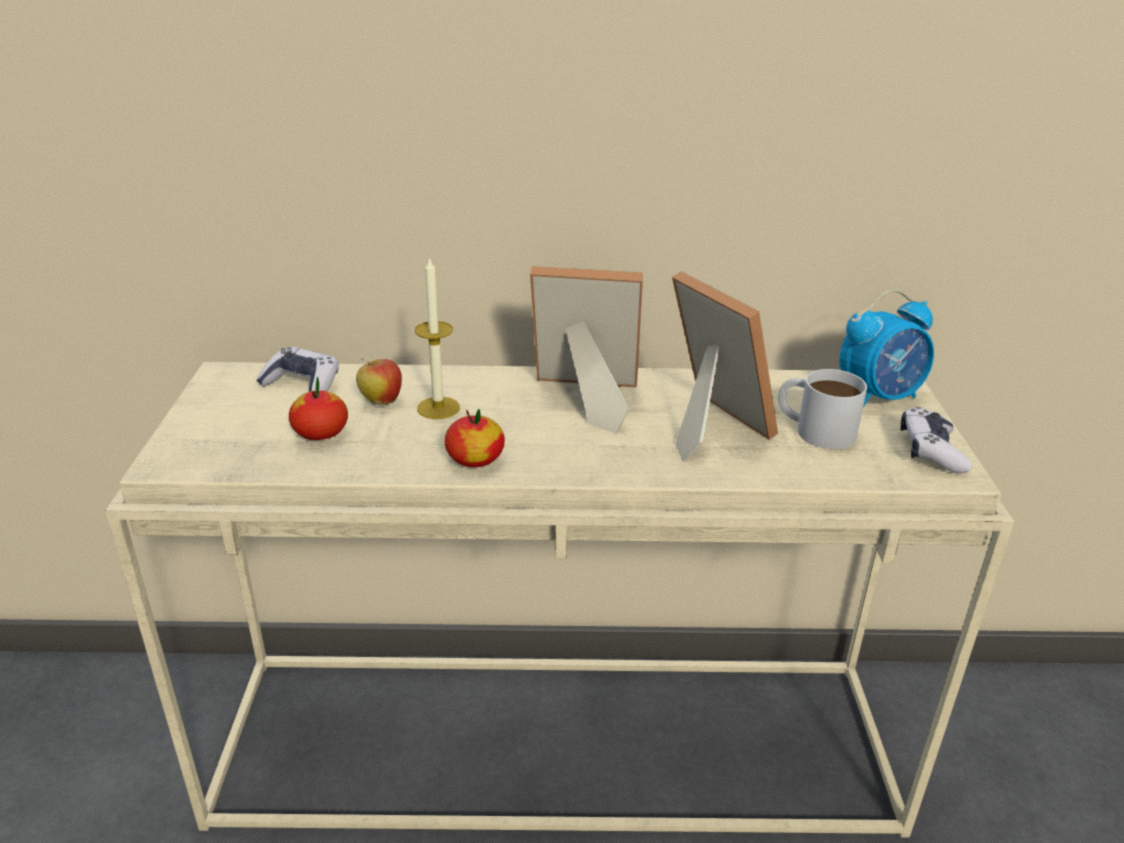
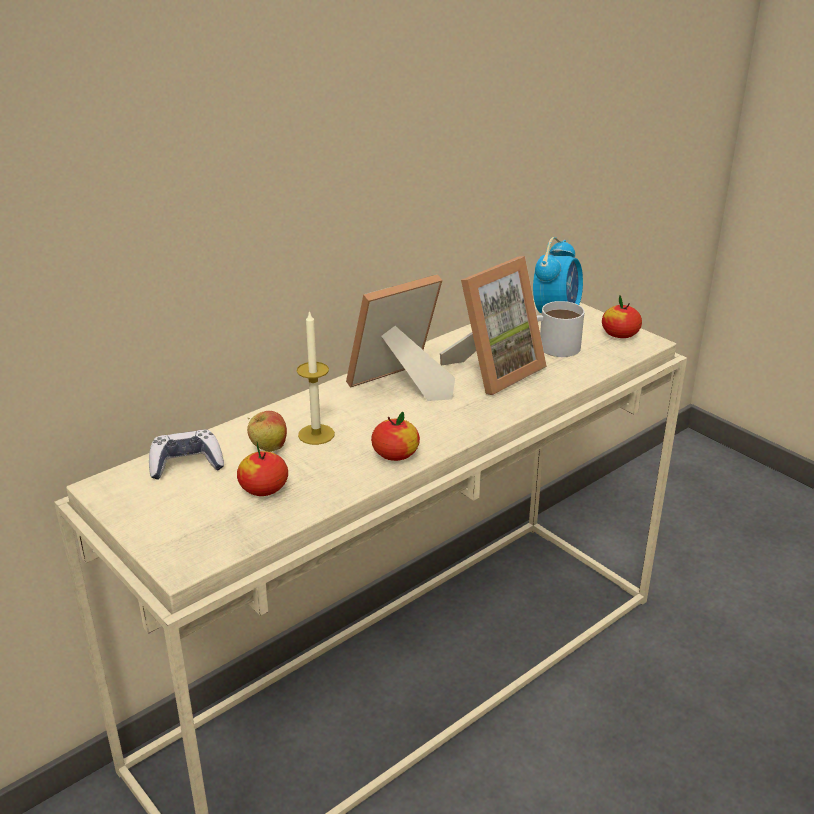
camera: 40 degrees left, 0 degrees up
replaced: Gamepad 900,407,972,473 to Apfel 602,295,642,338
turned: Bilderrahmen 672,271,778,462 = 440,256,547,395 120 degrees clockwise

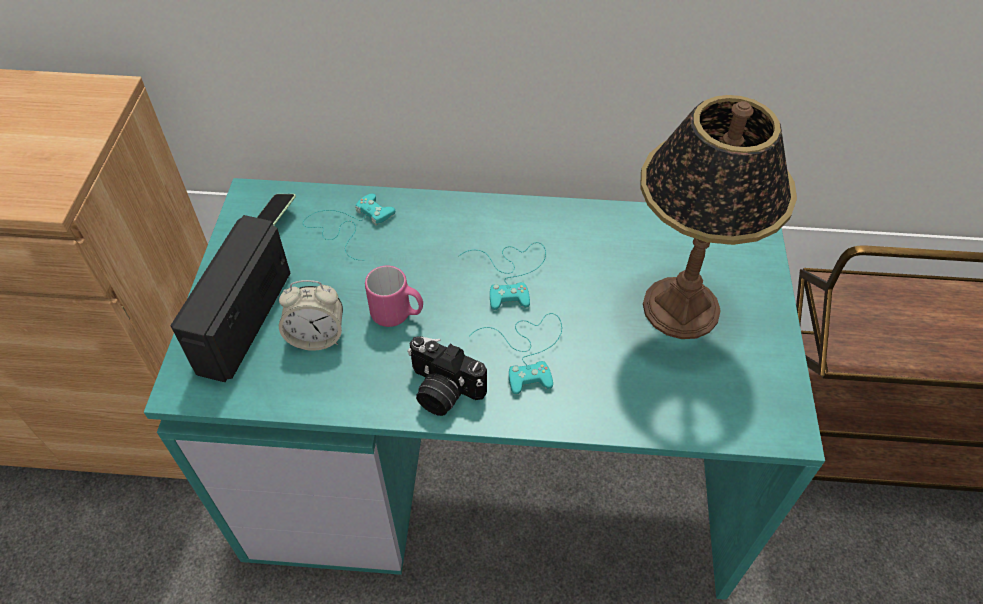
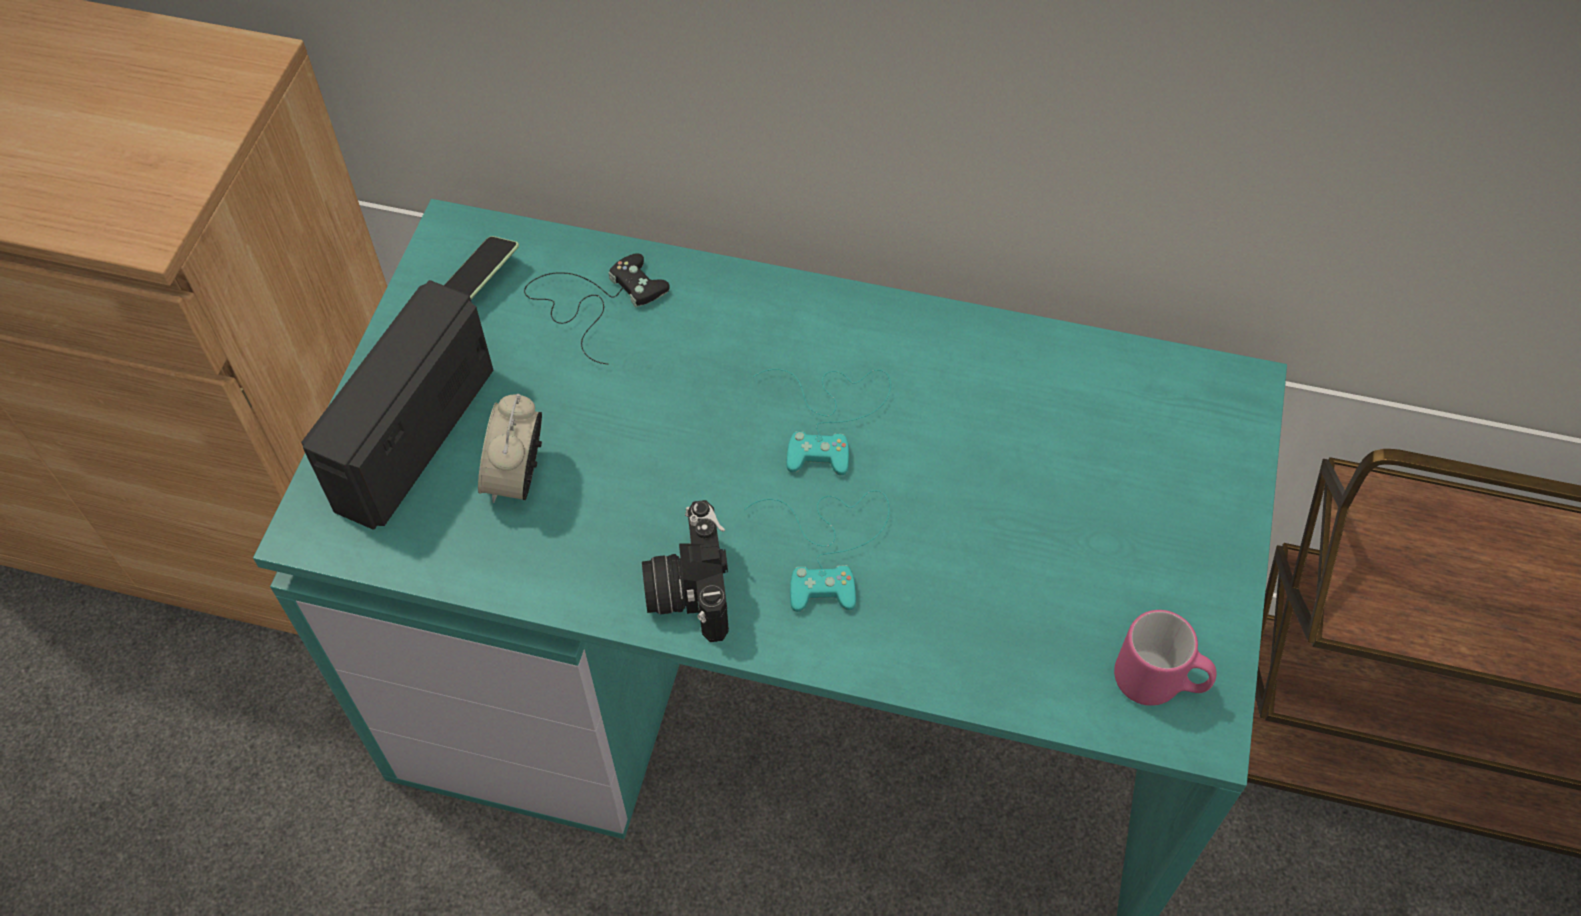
camera: 10 degrees right, 5 degrees up
removed: Tischlampe 640,95,797,339
moved: Henkelbecher [rosa] 365,266,423,327 to 1114,610,1217,706
recoloured: Gamepad [türkis] 303,194,395,261 to Gamepad [schwarz] 524,253,670,365
turned: Wecker 279,280,343,351 = 478,394,542,503 90 degrees clockwise; Kamera 407,336,487,416 = 642,500,729,642 45 degrees clockwise

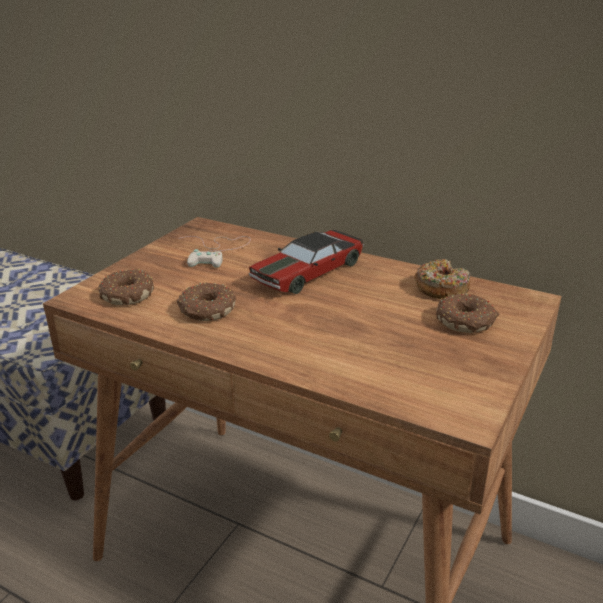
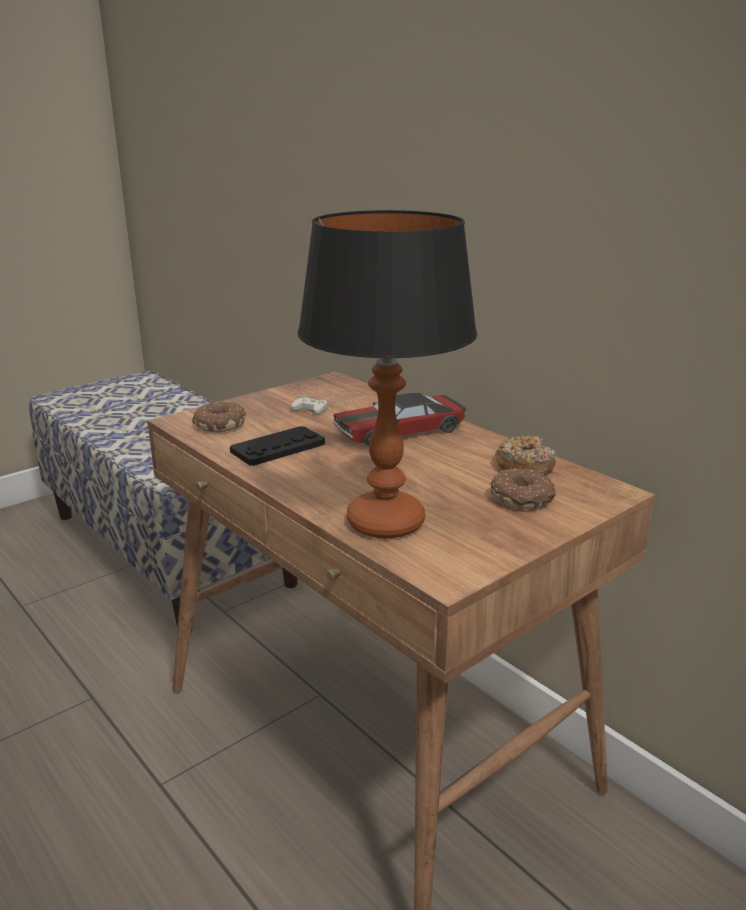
camera: 20 degrees right, 5 degrees down
added: Tischlampe 298,210,477,538
replaced: Donut 177,283,236,321 to Gamepad [schwarz] 230,426,325,466

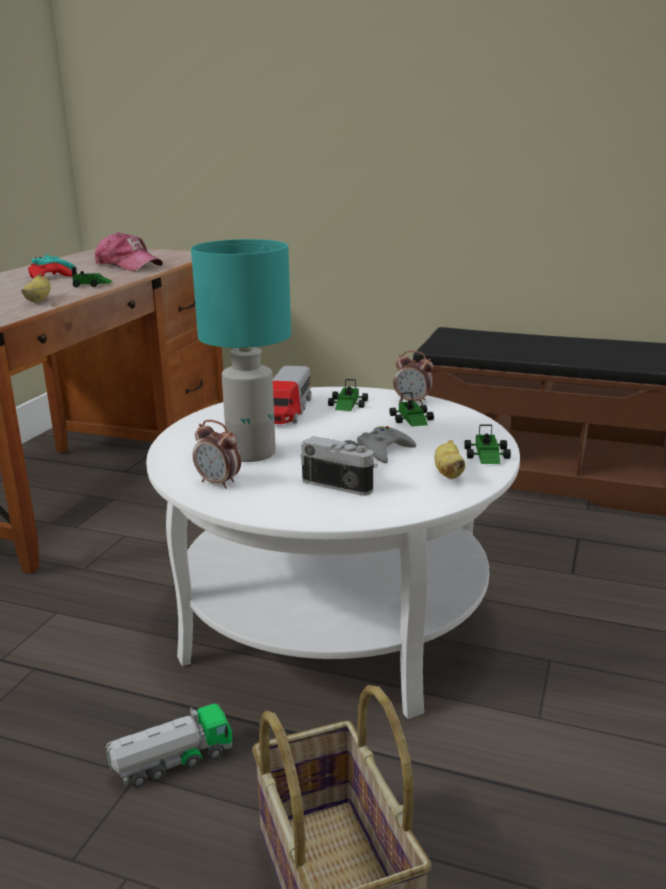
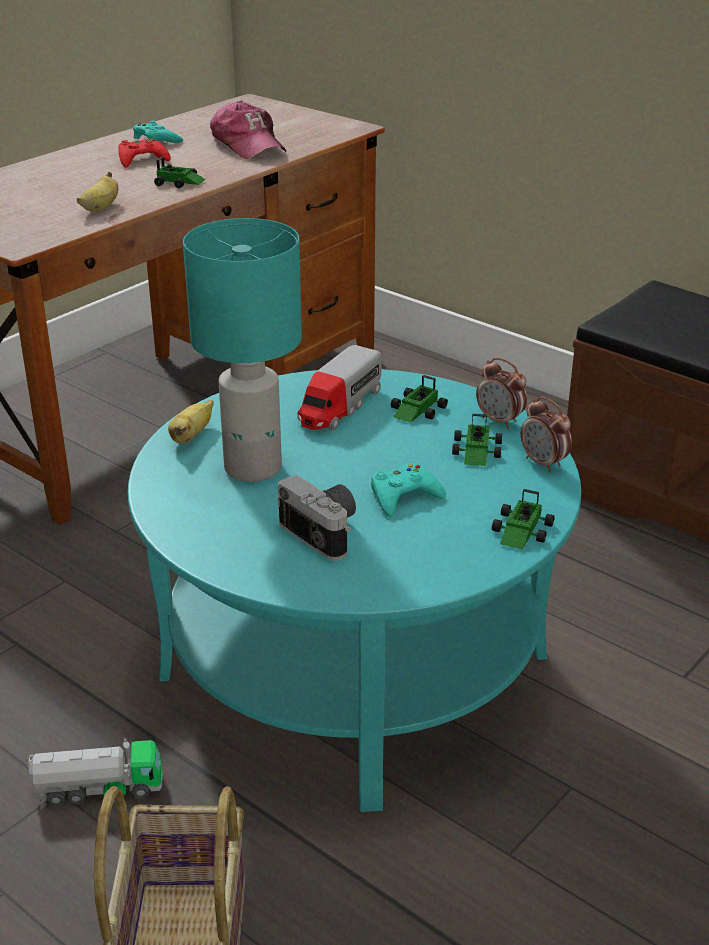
camera: 20 degrees right, 10 degrees up
moved: Banane 434,440,465,479 to 168,400,214,444; Wecker 193,420,241,489 to 521,396,572,472
recoloured: Couchtisch [weiß] 146,387,520,719 to Couchtisch [türkis] 128,369,581,812; Gamepad [grau] 357,426,416,463 to Gamepad [türkis] 371,463,446,517

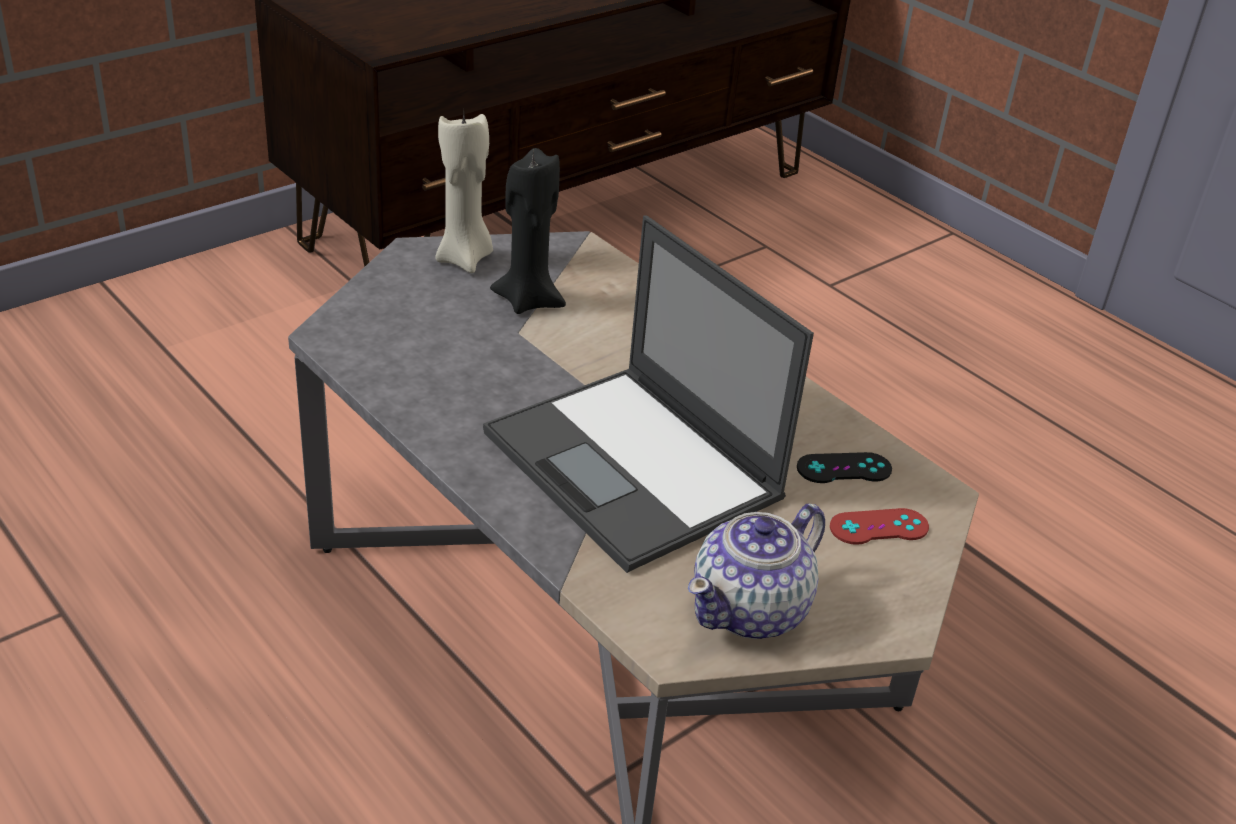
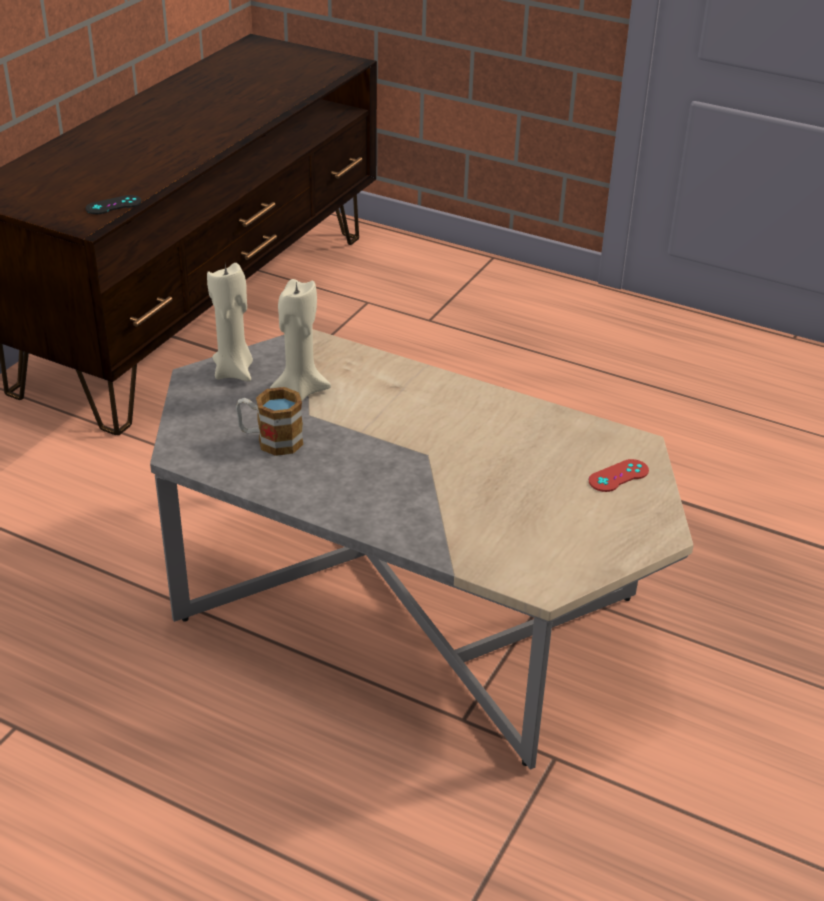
camera: 20 degrees left, 0 degrees up
removed: Laptop 483,215,814,573; Teekanne 688,503,825,639
added: Henkelbecher 236,387,304,456
moved: Gamepad [schwarz] 797,452,892,483 to 86,195,141,214
recoloured: Kerze [schwarz] 490,148,566,314 to Kerze [beige] 270,279,331,401

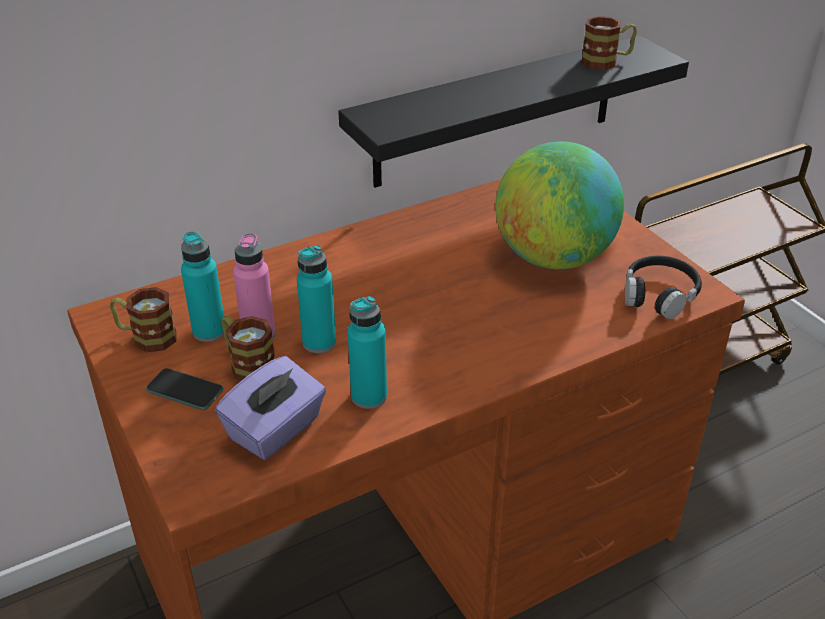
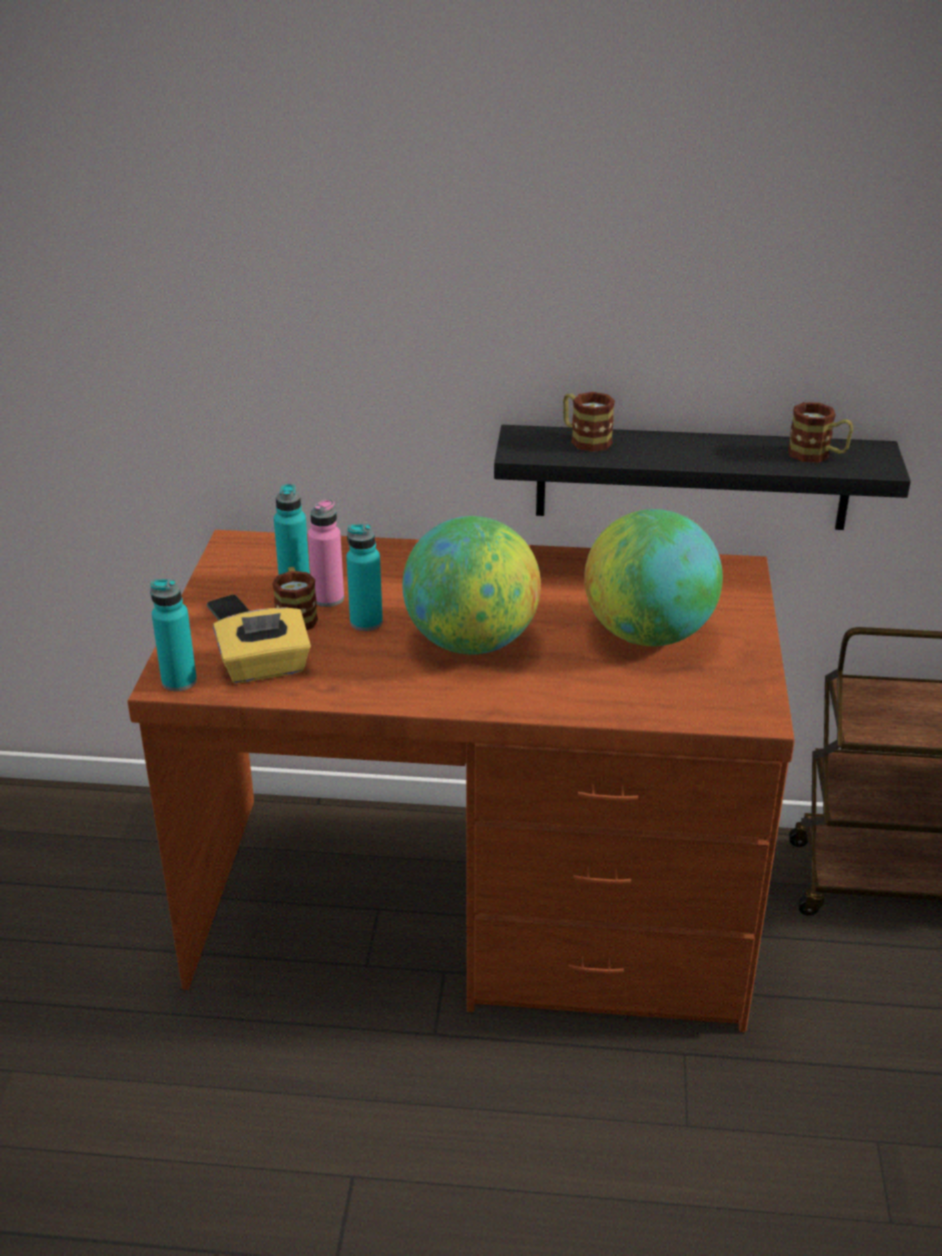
camera: 35 degrees right, 5 degrees down
removed: Kopfhörer [schwarz] 625,256,702,319
added: Globus 403,516,541,655
moved: Flasche [türkis] 348,296,387,409 to 150,579,197,691; Henkelbecher 110,287,177,353 to 563,392,615,452
recoloured: Taschentuchbox [lila] 215,356,326,460 to Taschentuchbox [gelb] 213,607,311,683

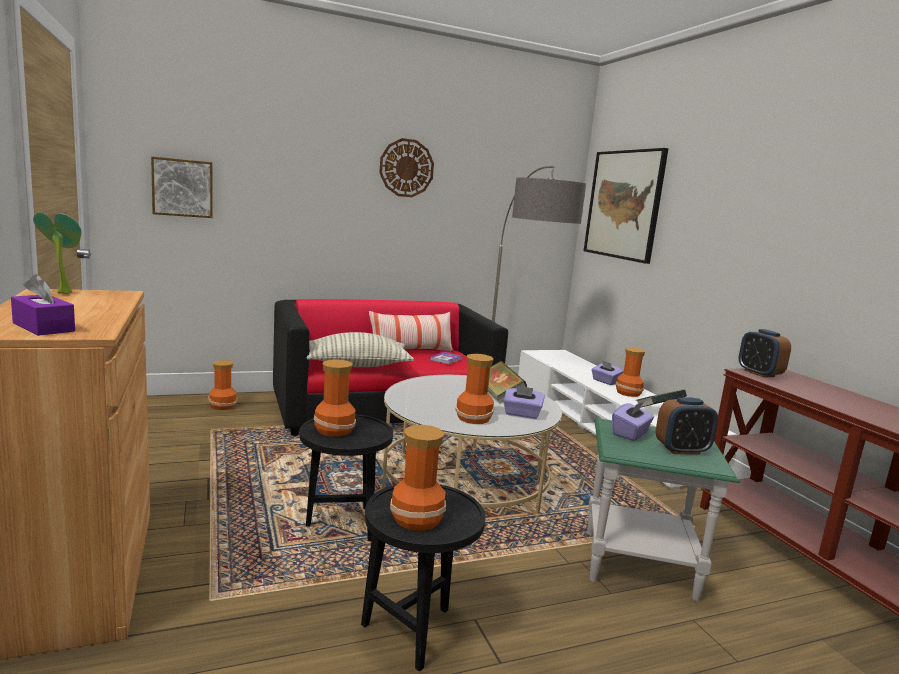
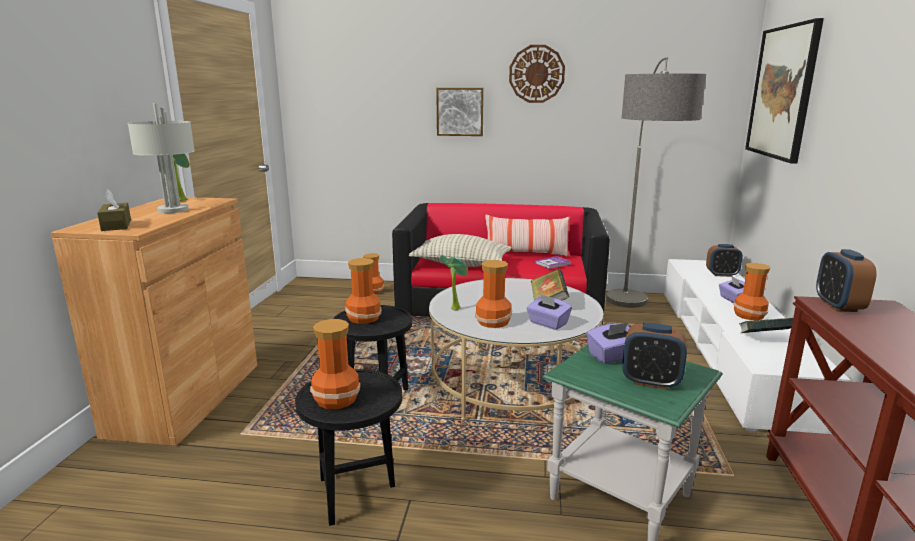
camera: 30 degrees right, 5 degrees up
added: Tischlampe [grau] 127,103,195,213; Topfpflanze 440,255,468,310; Wecker 706,244,743,277
moved: Bild 151,156,212,218 to 436,88,484,136
recoloured: Taschentuchbox [lila] 11,274,75,336 to Taschentuchbox [braun] 97,189,131,231

